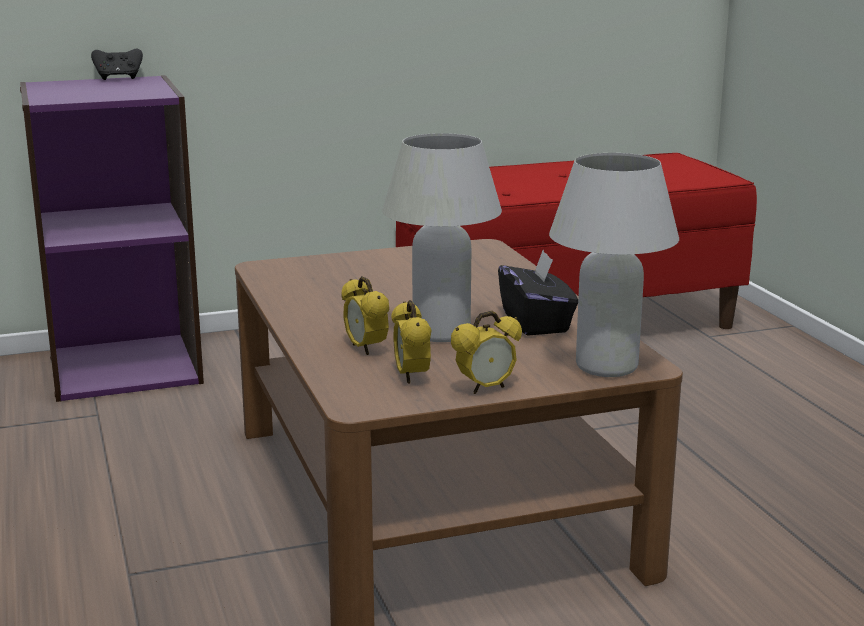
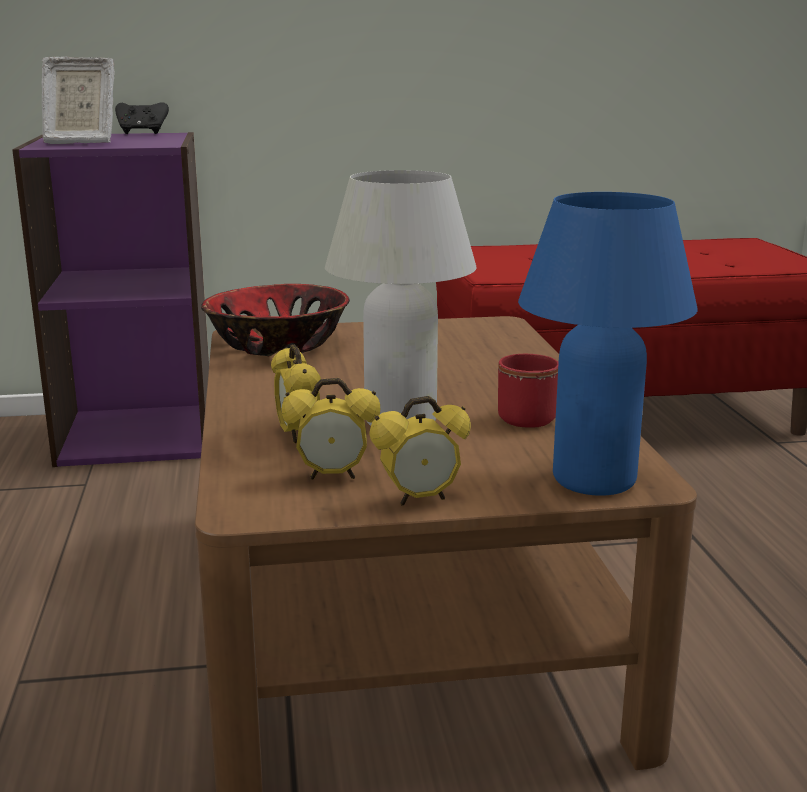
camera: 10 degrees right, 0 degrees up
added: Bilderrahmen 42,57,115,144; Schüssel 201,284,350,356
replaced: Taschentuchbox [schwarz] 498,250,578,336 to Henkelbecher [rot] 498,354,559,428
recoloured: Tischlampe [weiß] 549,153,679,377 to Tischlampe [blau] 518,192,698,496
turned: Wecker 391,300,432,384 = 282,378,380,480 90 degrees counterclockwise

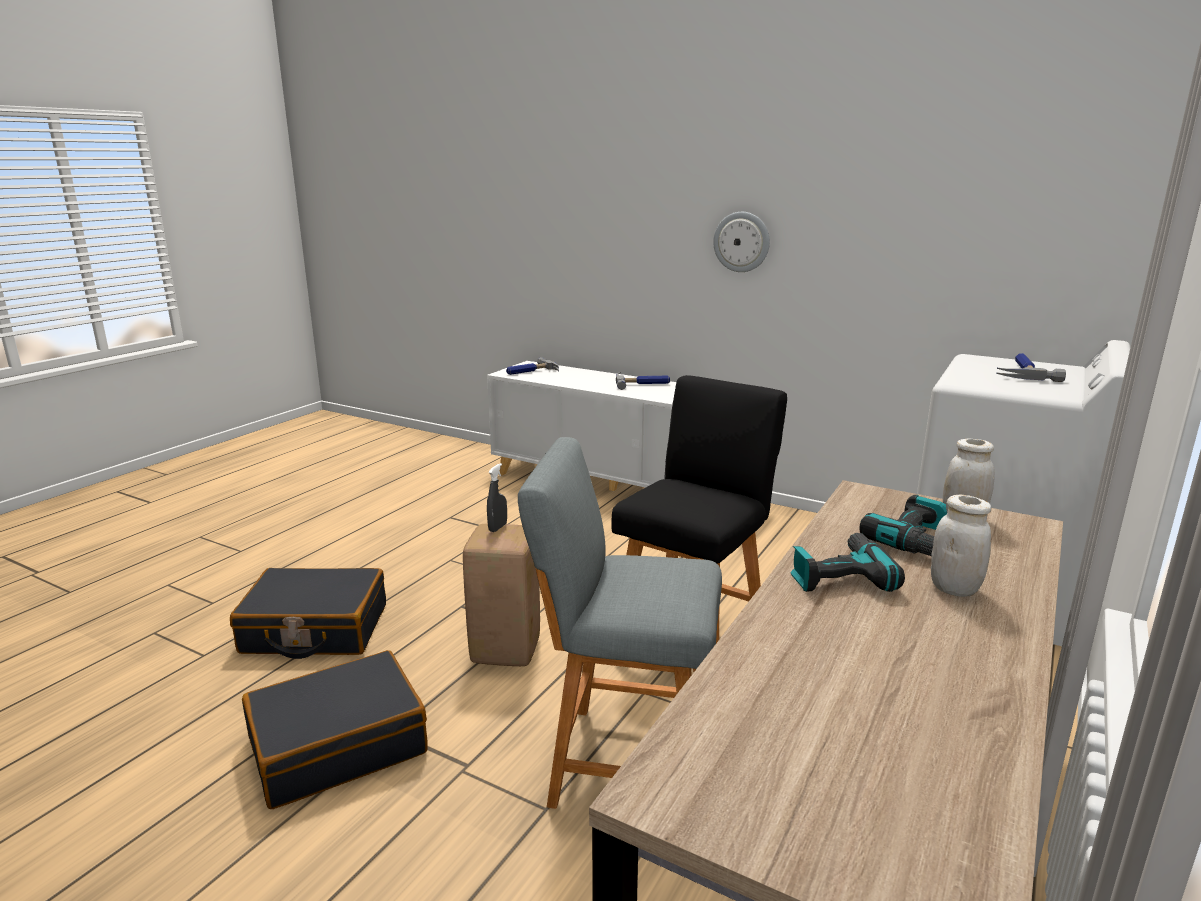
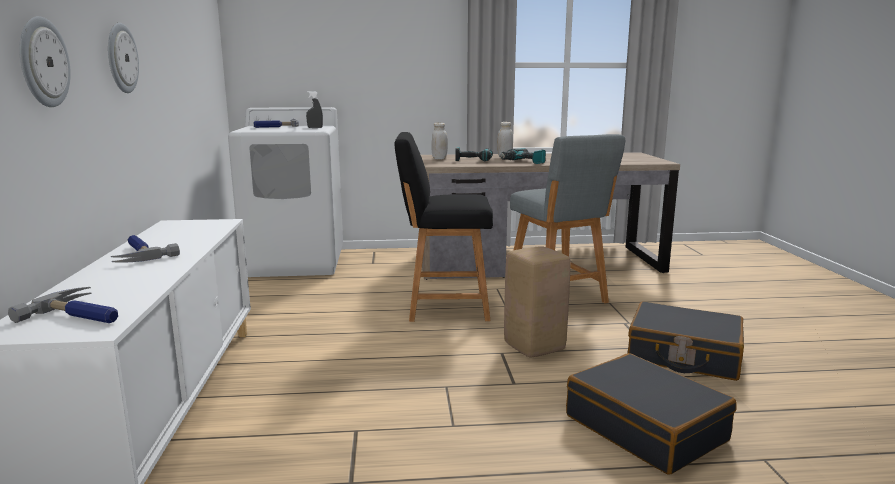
camera: 125 degrees left, 5 degrees down
added: Wanduhr 19,16,71,107
moved: Sprühflasche [grau] 487,463,507,532 to 306,91,323,128

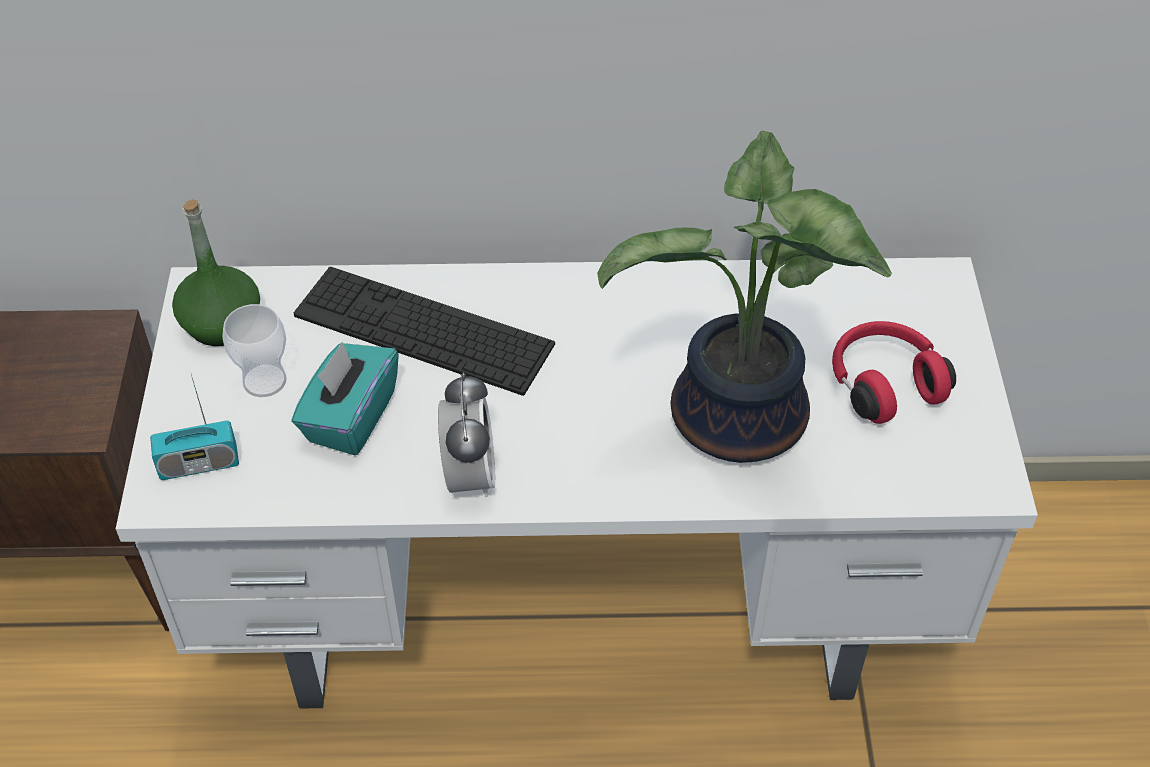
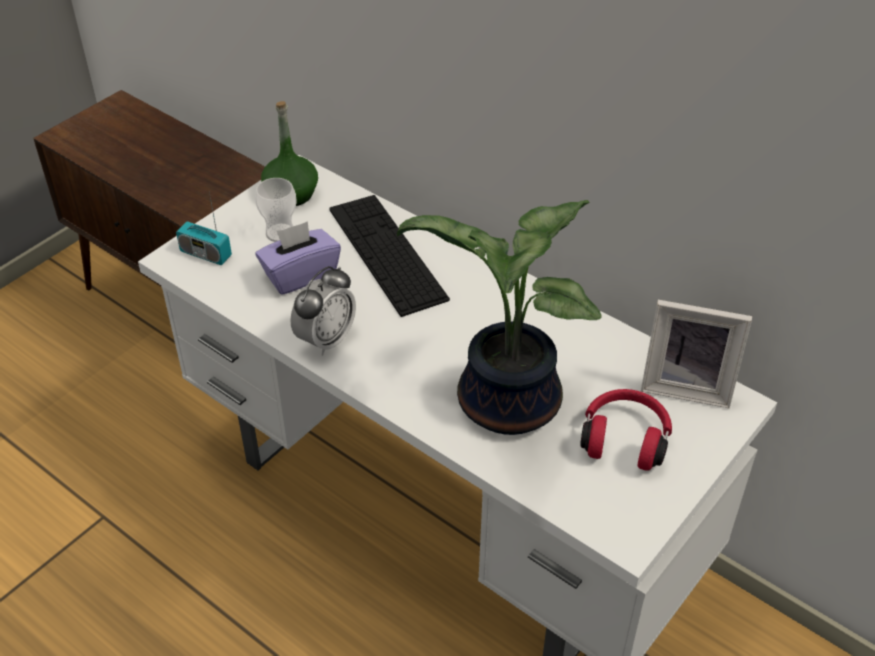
camera: 40 degrees right, 5 degrees down
added: Bilderrahmen 641,300,752,408
recoloured: Taschentuchbox [türkis] 292,342,399,455 to Taschentuchbox [lila] 255,221,341,295

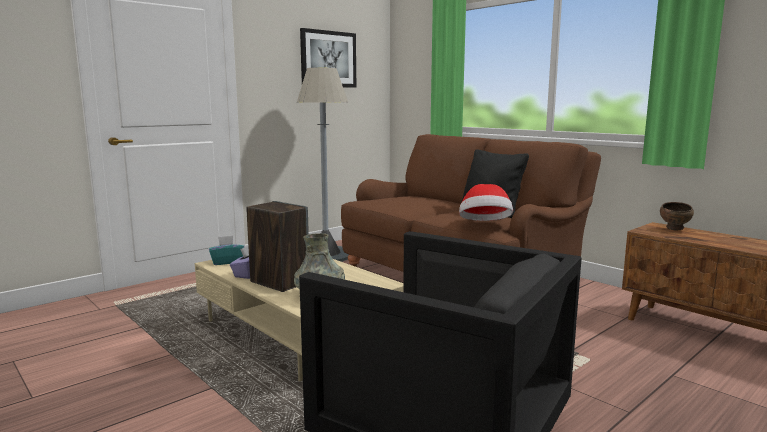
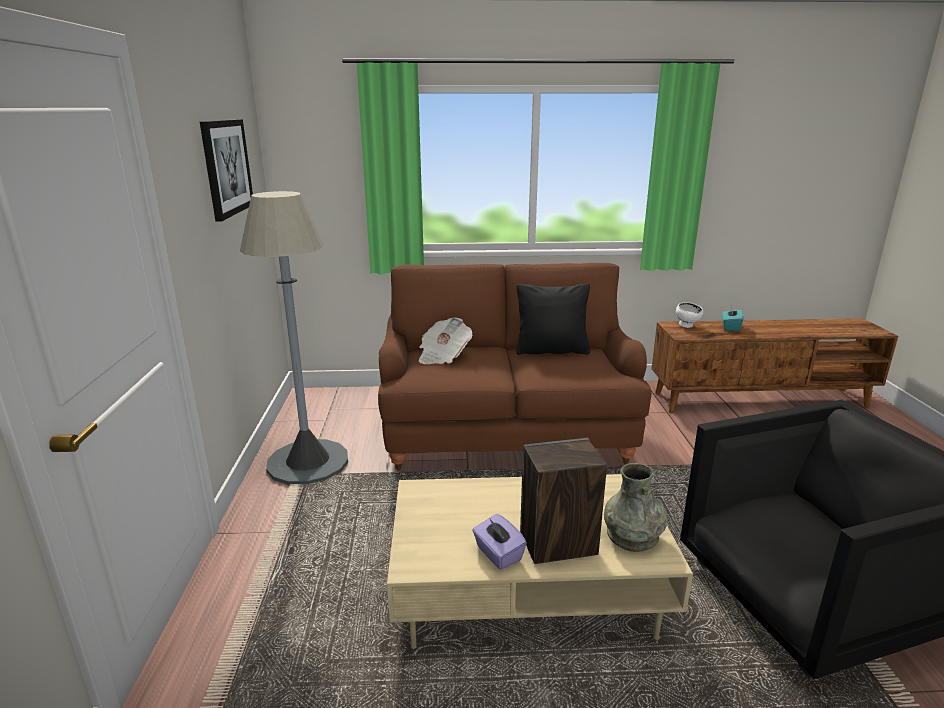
camera: 50 degrees left, 10 degrees up
removed: Hut 459,184,513,221
added: Zeitung 419,317,472,364
moved: Taschentuchbox [türkis] 209,236,244,265 to 722,304,744,332
recoloured: Schüssel [braun] 660,202,694,231 to Schüssel [weiß] 676,302,703,328

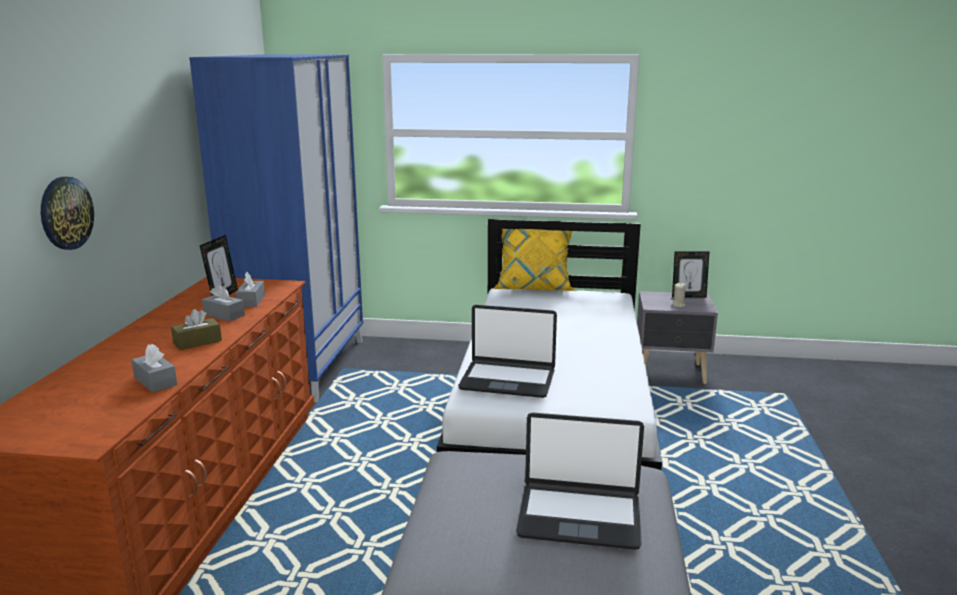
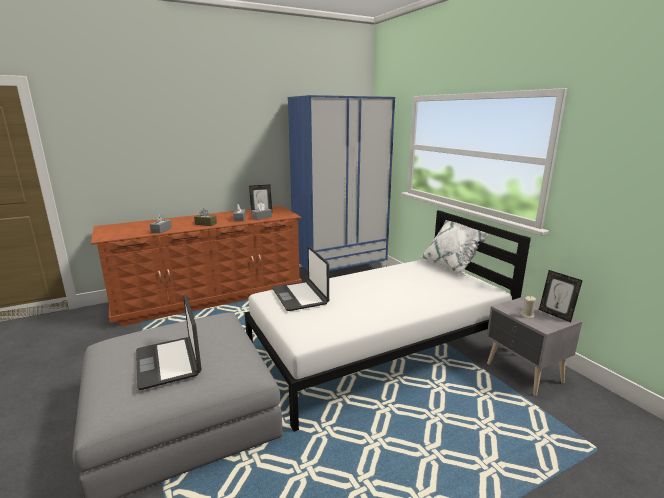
camera: 55 degrees right, 0 degrees up
removed: Wanduhr 41,177,94,250
recoloured: Kissen [gelb] 492,229,576,291 to Kissen [weiß] 420,220,489,276

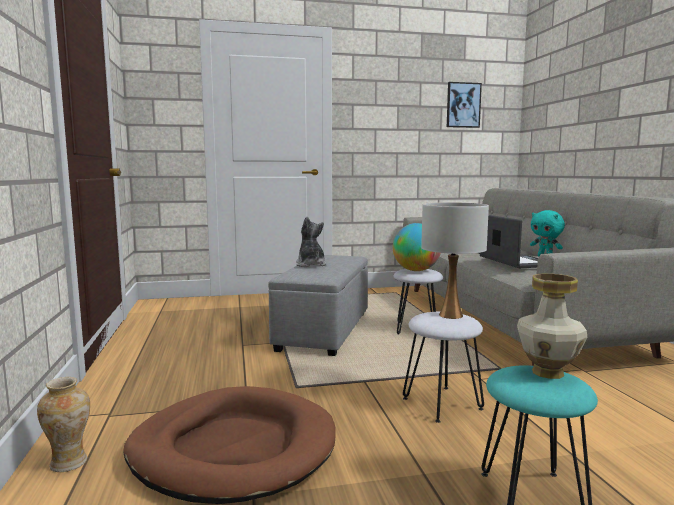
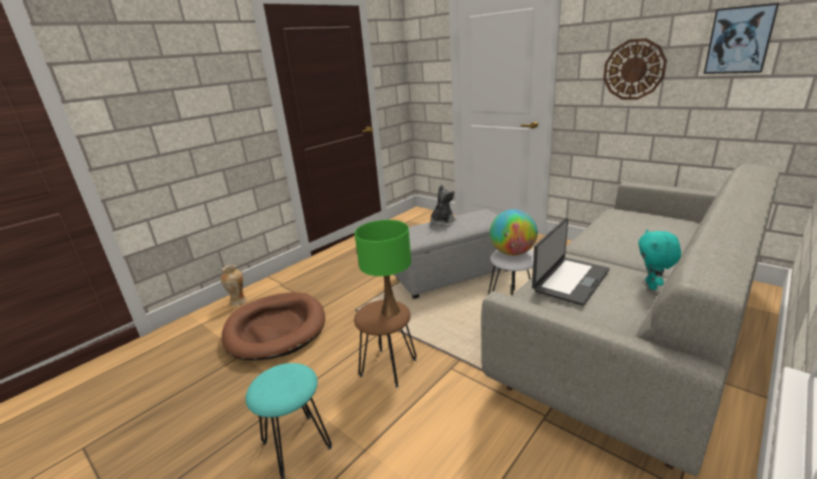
camera: 55 degrees right, 15 degrees up
removed: Vase 517,274,587,379
added: Wanduhr 603,38,667,100
recoloured: Hocker [weiß] 403,312,484,423 to Hocker [braun] 354,300,417,388; Tischlampe [weiß] 421,202,489,319 to Tischlampe [grün] 355,220,411,317

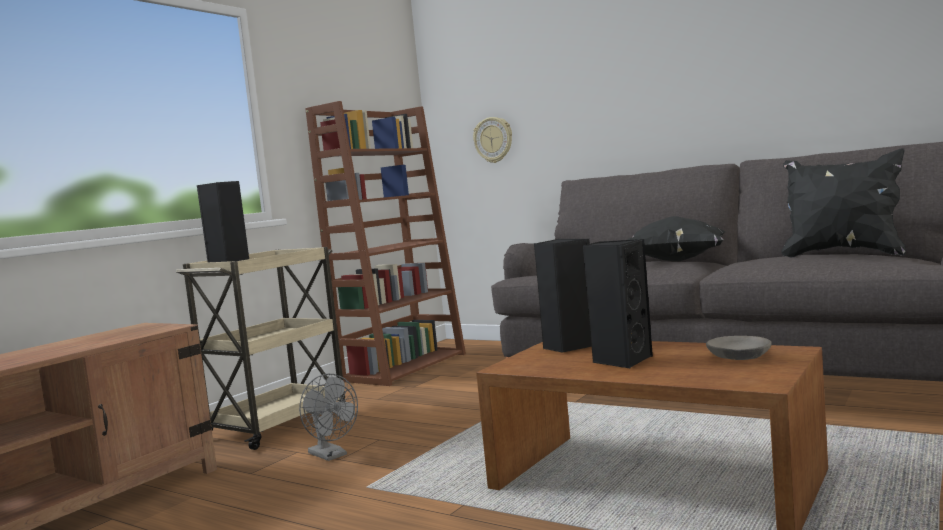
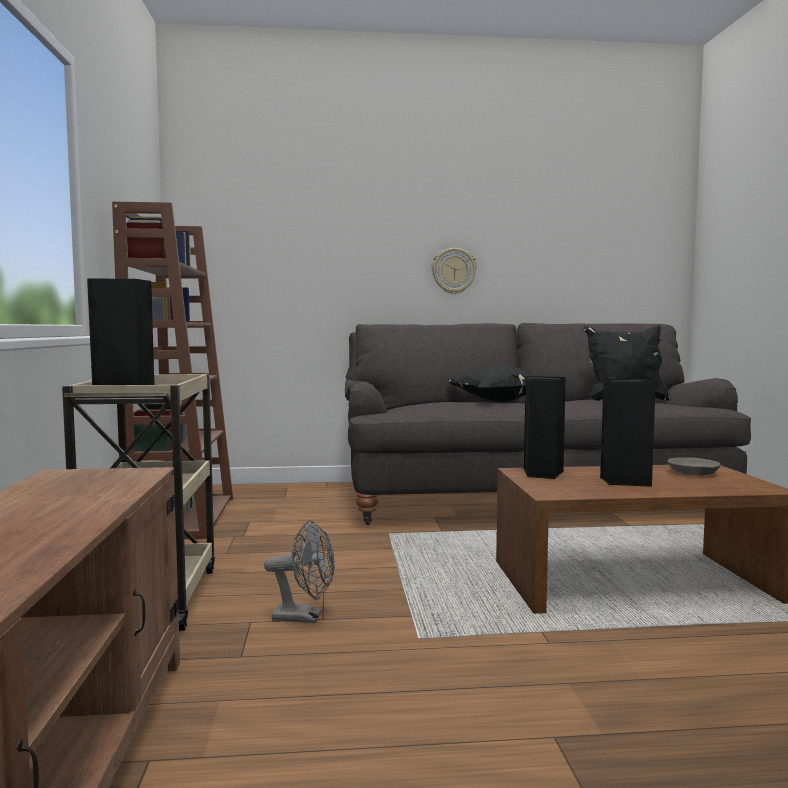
camera: 40 degrees left, 0 degrees up
moved: Wanduhr 473,117,512,163 to 431,248,477,294

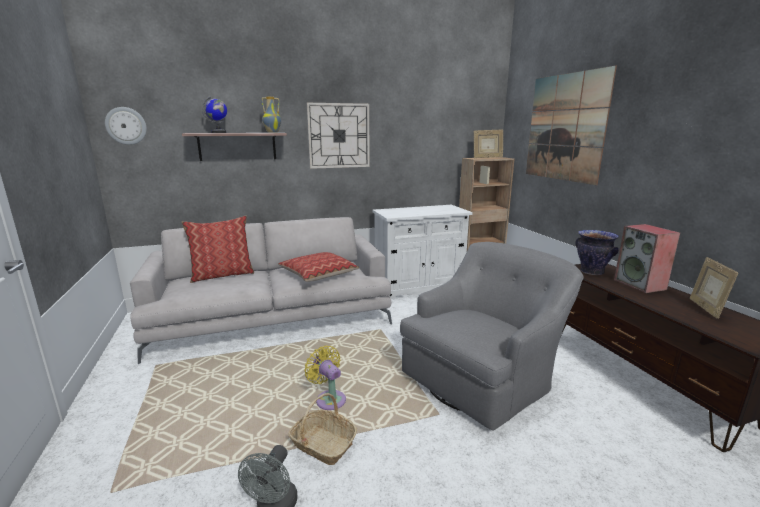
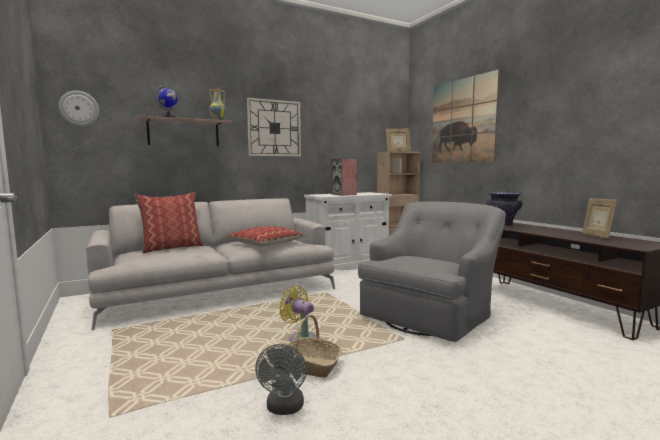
camera: 10 degrees left, 10 degrees down
moved: Lautsprecher 614,224,680,293 to 331,159,357,196

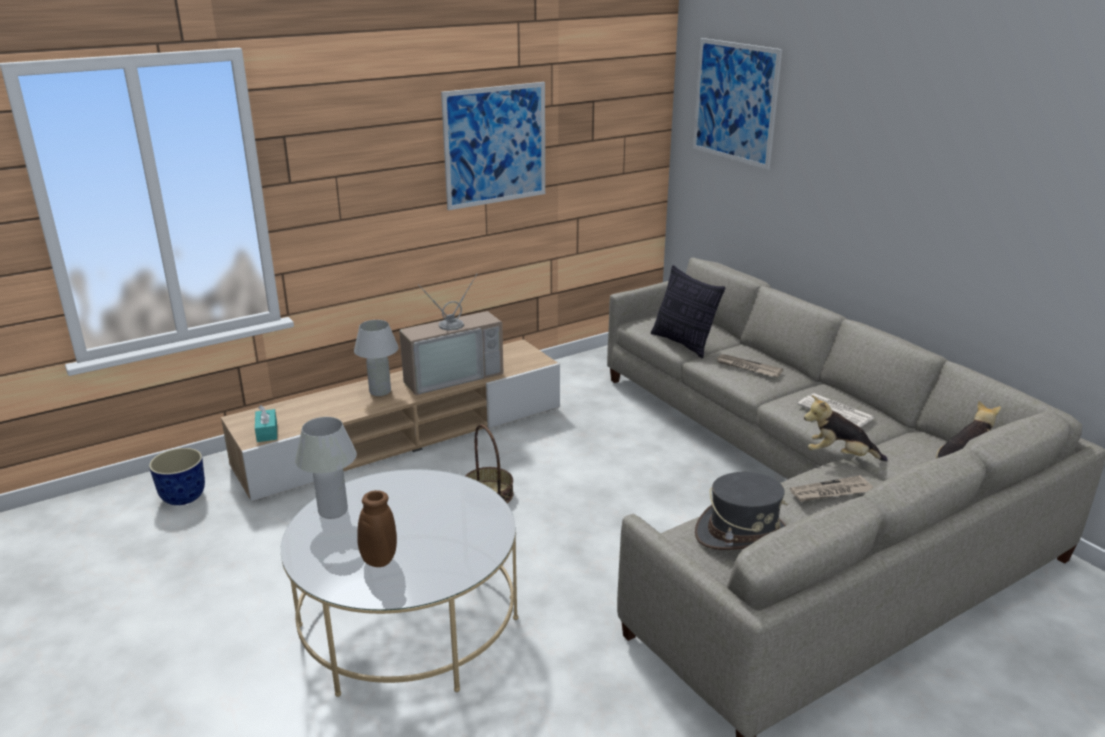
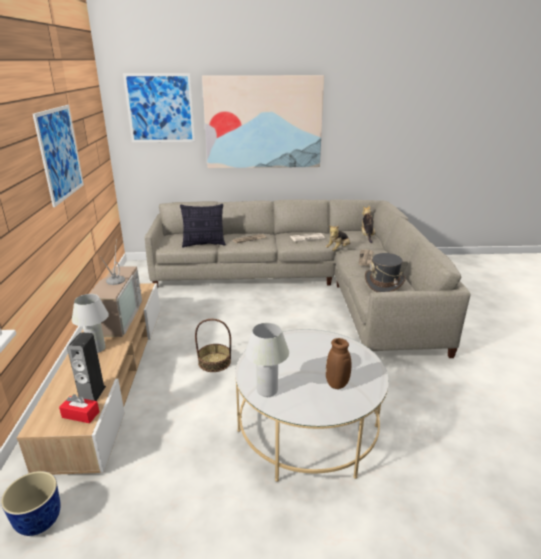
camera: 60 degrees left, 0 degrees up
added: Lautsprecher 67,332,106,401; Bild 202,75,324,168
recoloured: Taschentuchbox [türkis] 255,405,277,442 to Taschentuchbox [rot] 59,394,99,423

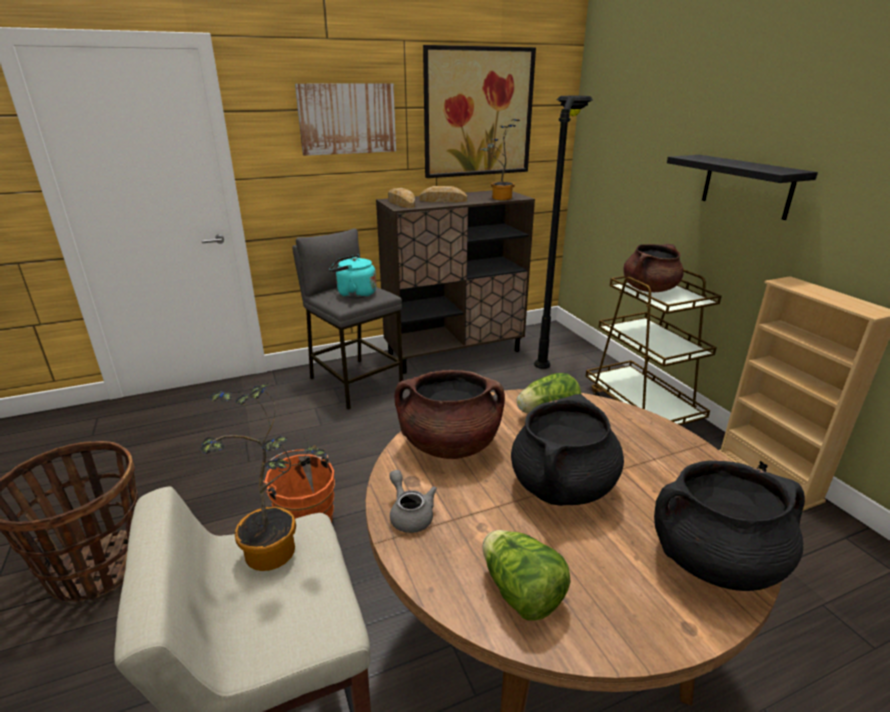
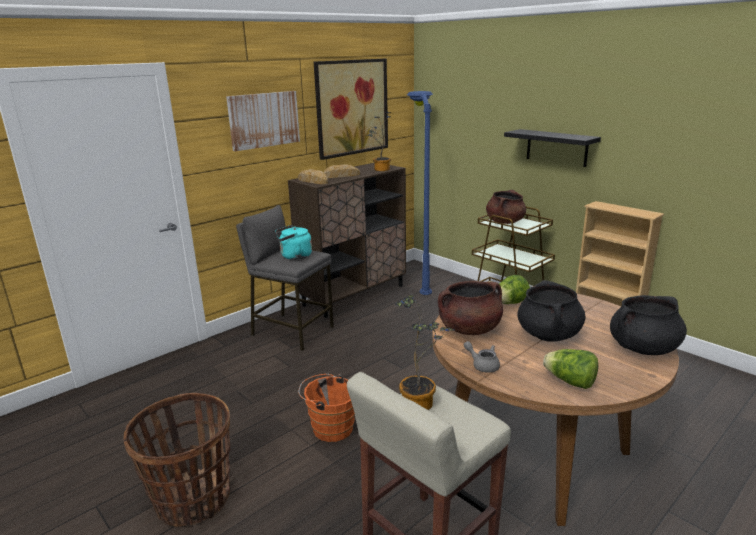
camera: 20 degrees left, 5 degrees down
recoloured: Stehlampe [schwarz] 534,96,593,369 to Stehlampe [blau] 407,91,433,295

